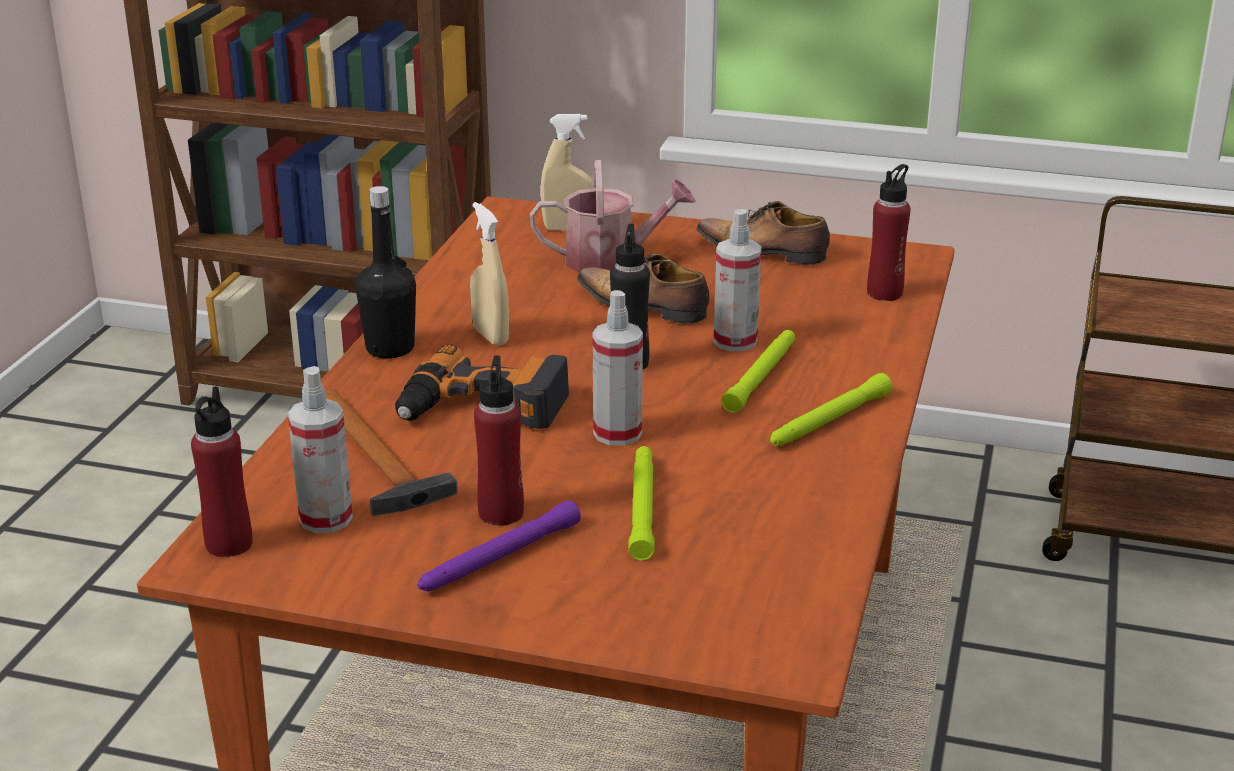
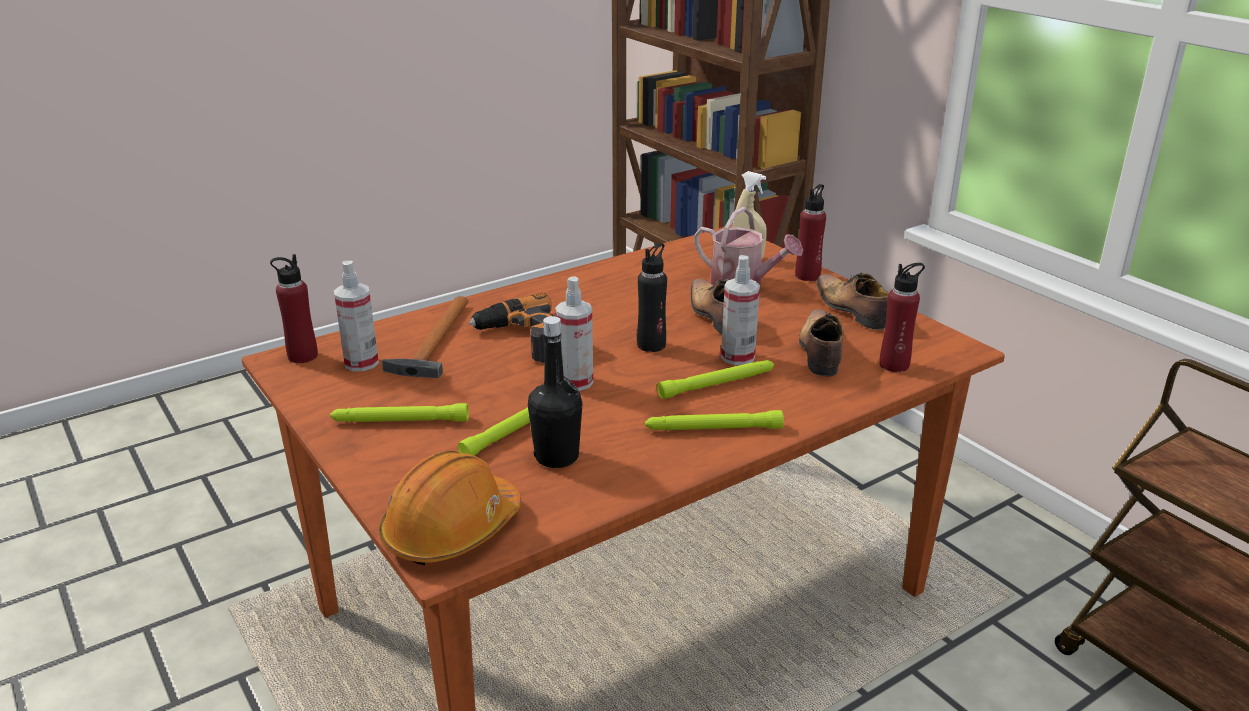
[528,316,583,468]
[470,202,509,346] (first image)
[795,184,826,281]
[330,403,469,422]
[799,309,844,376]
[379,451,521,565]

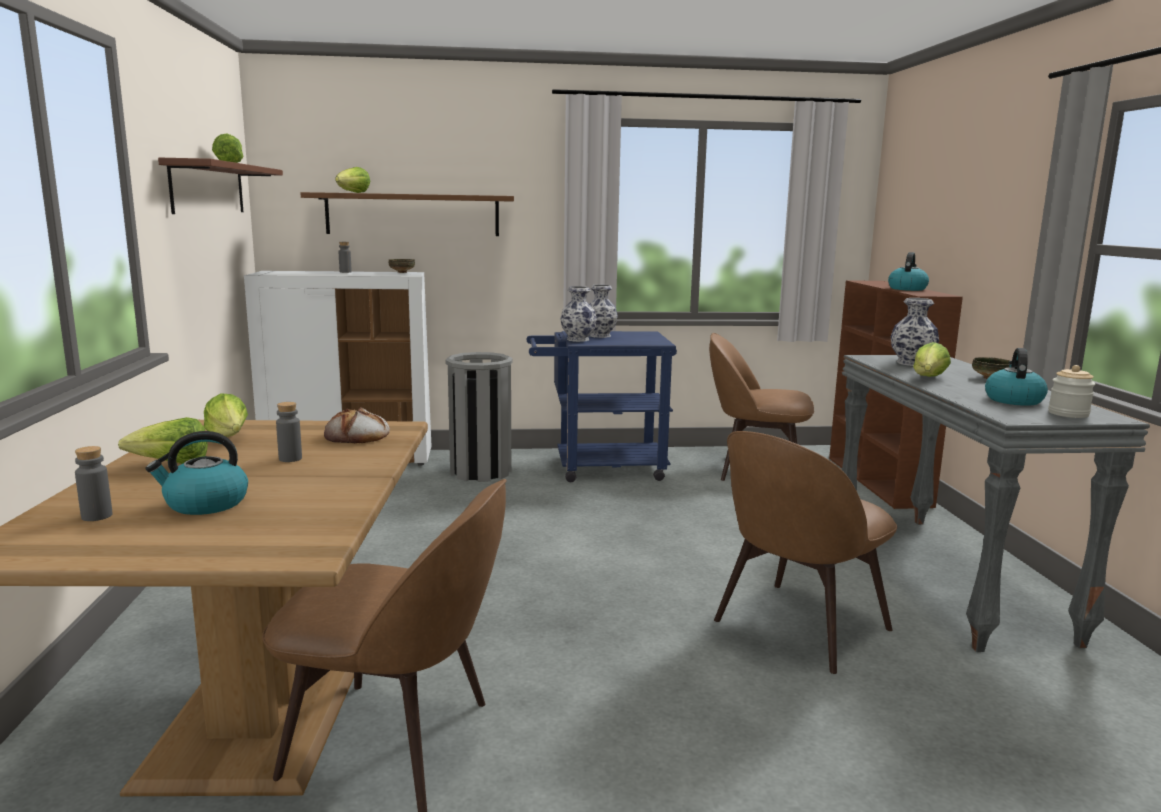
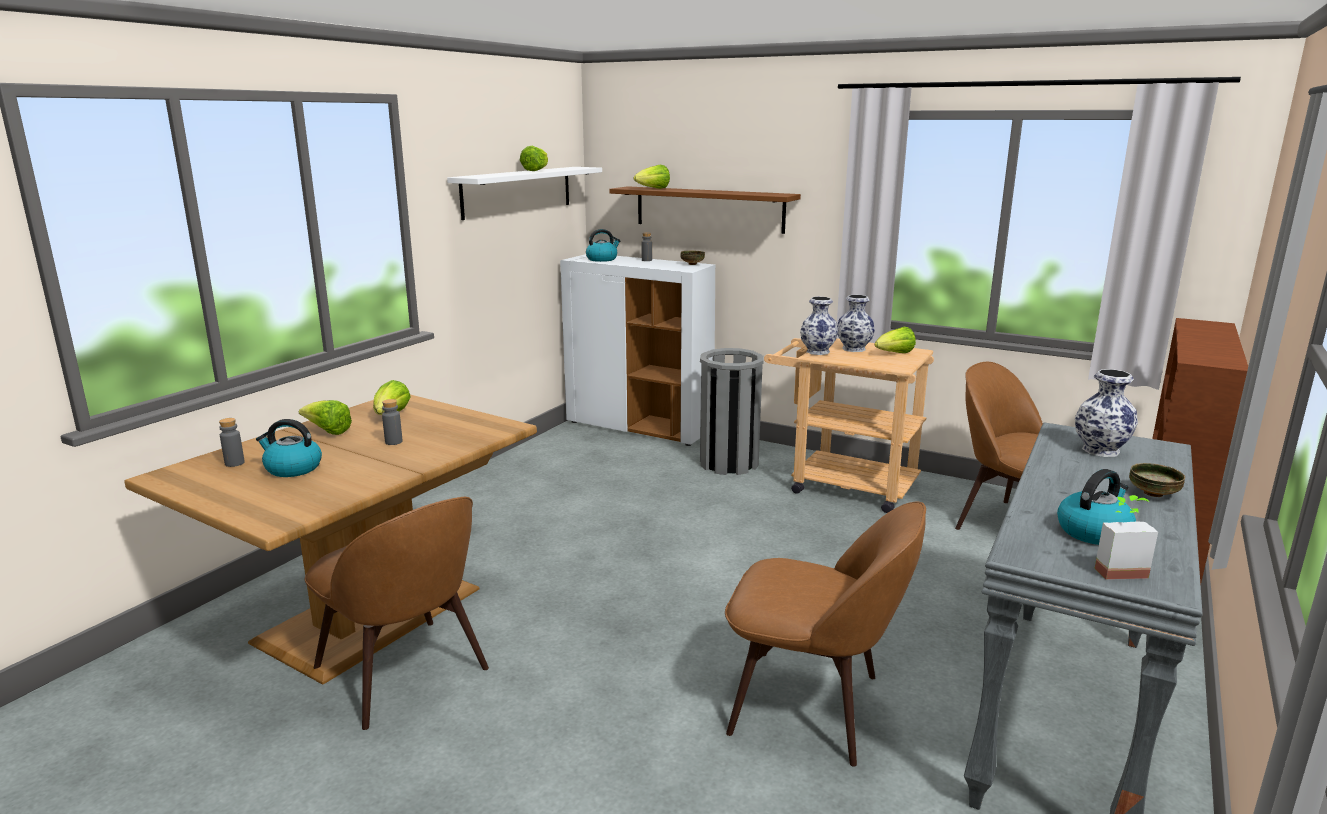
[447,167,602,220]
[586,229,620,262]
[764,338,934,513]
[875,327,916,353]
[1094,495,1158,580]
[324,407,390,443] (first image)
[725,502,926,767]

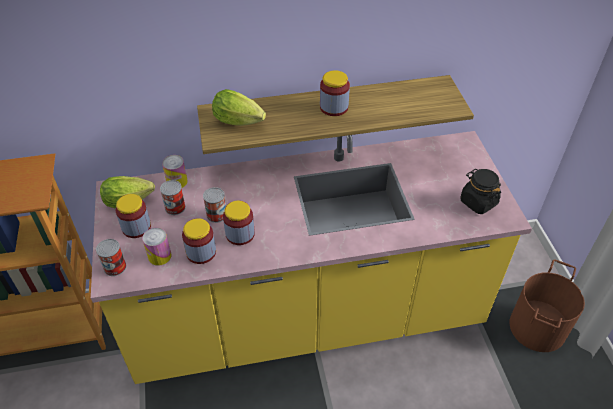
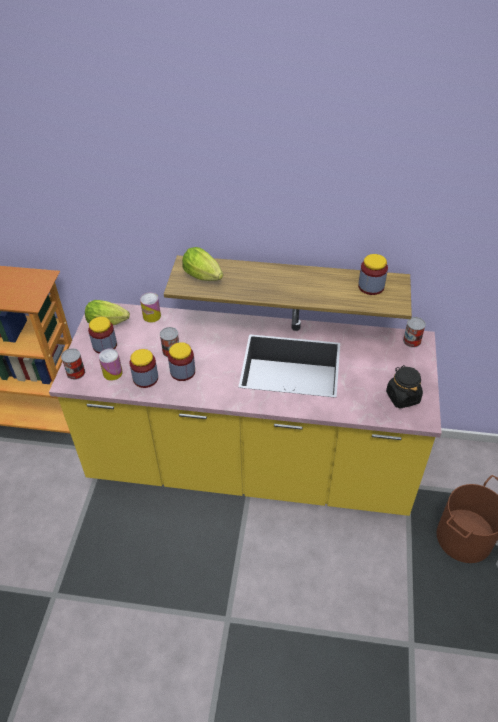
[358,254,388,295]
[403,317,426,348]

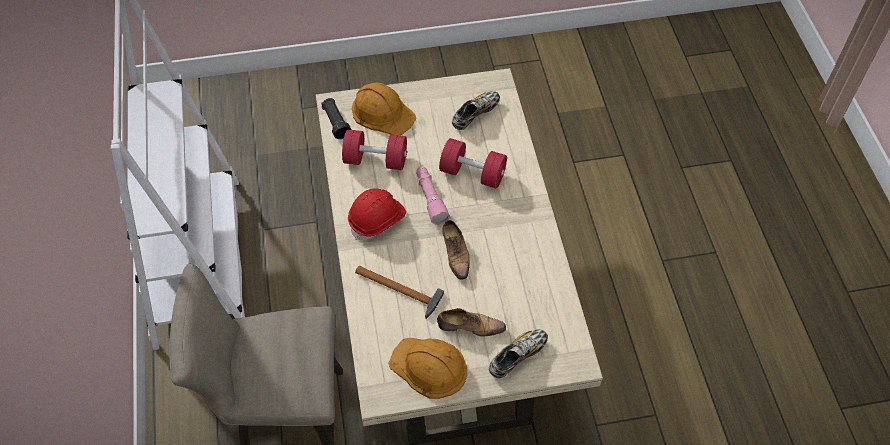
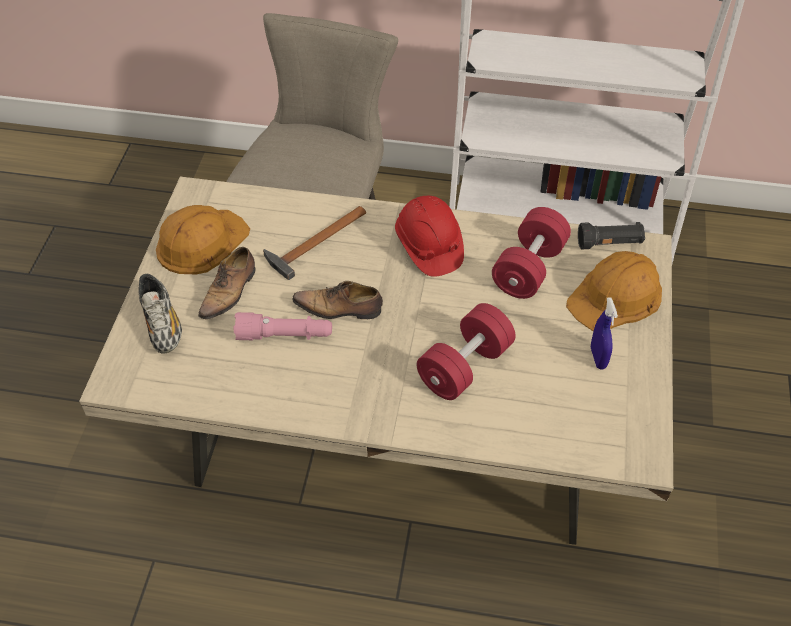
[452,91,500,130] (first image)
[234,312,332,340]
[591,297,618,369]

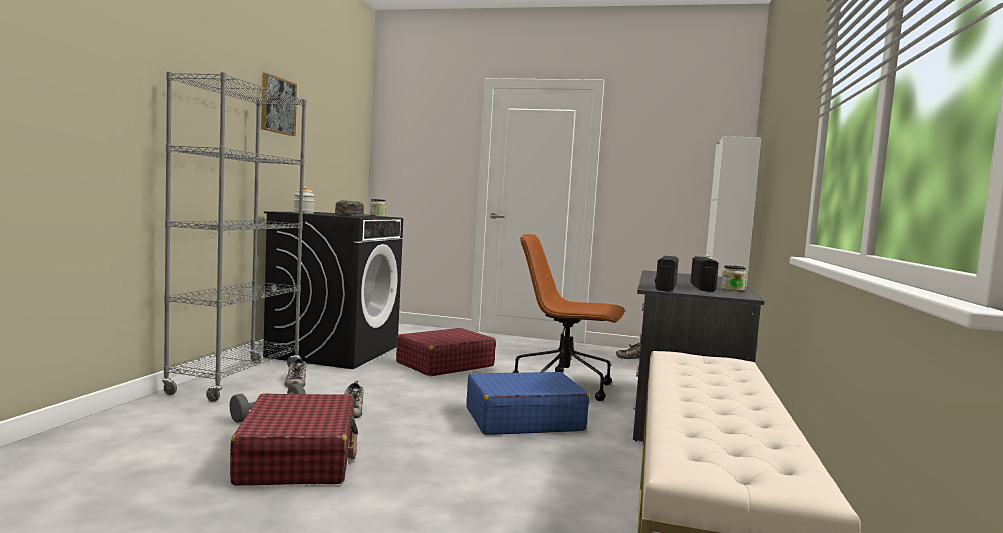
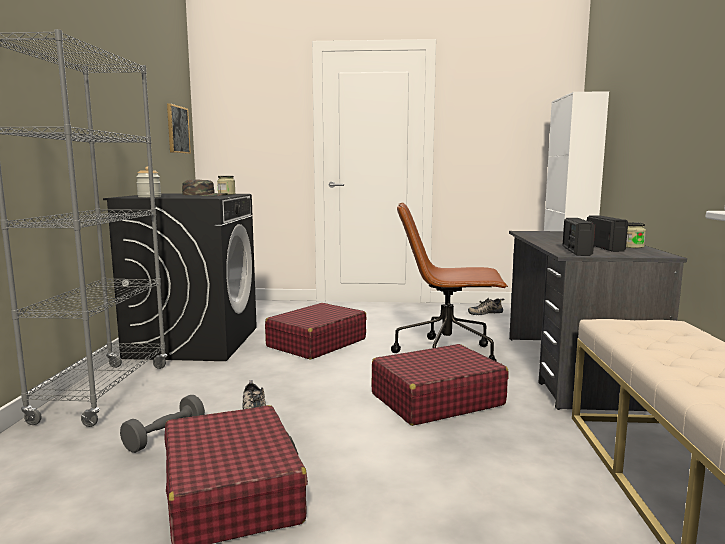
[167,103,191,154]
[284,357,306,388] (first image)
[371,344,508,426]

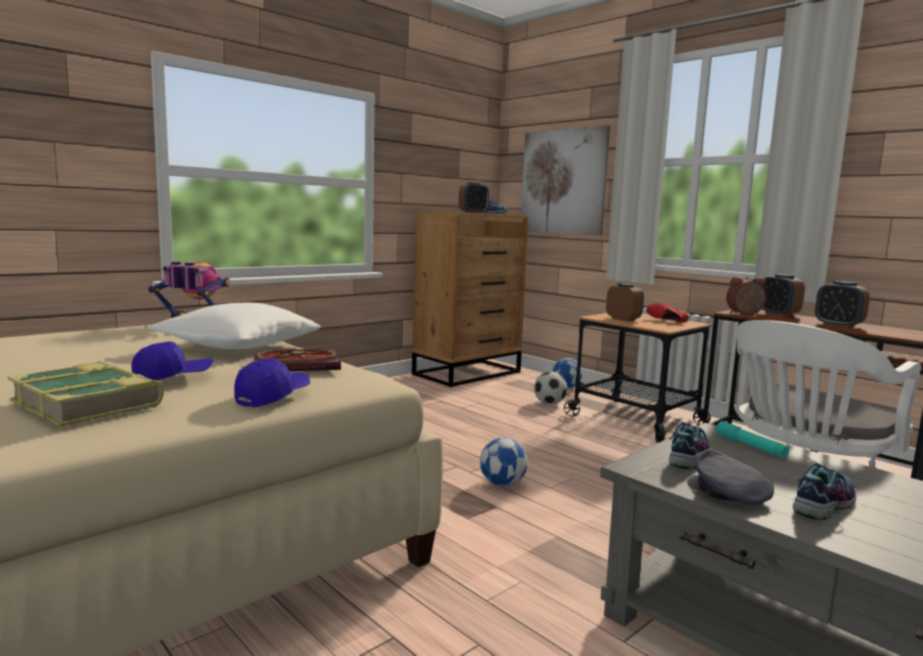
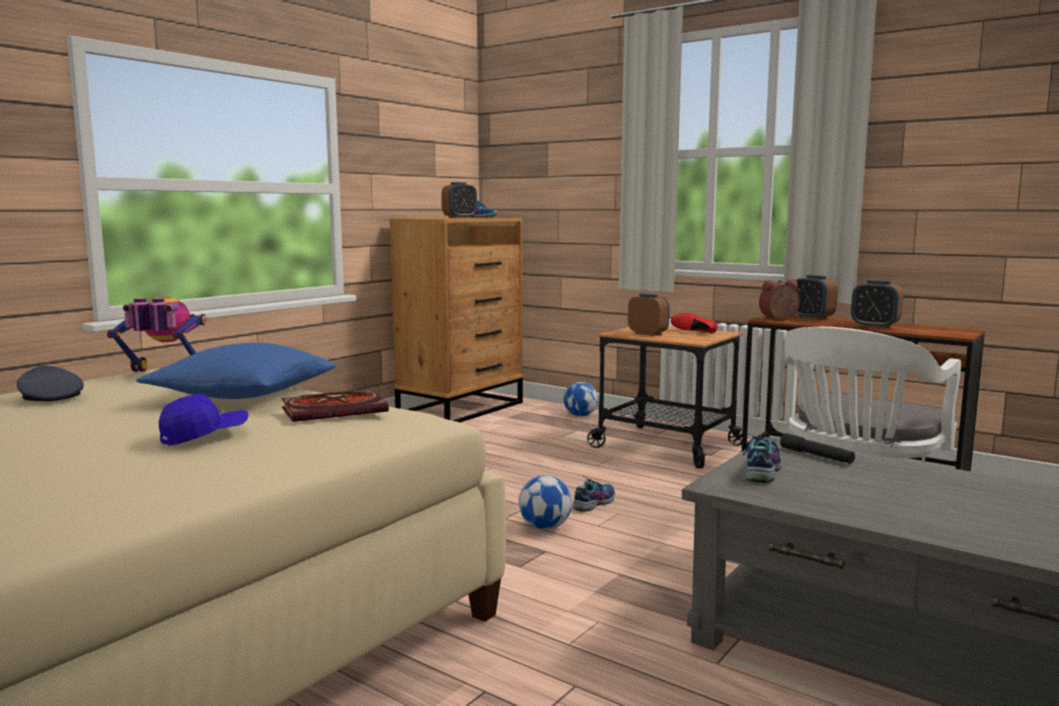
[521,125,610,236] (first image)
[136,342,336,399]
[234,358,310,408] (first image)
[8,361,164,427] (first image)
[534,372,567,405] (first image)
[780,433,855,464]
[17,365,84,401]
[573,475,615,512]

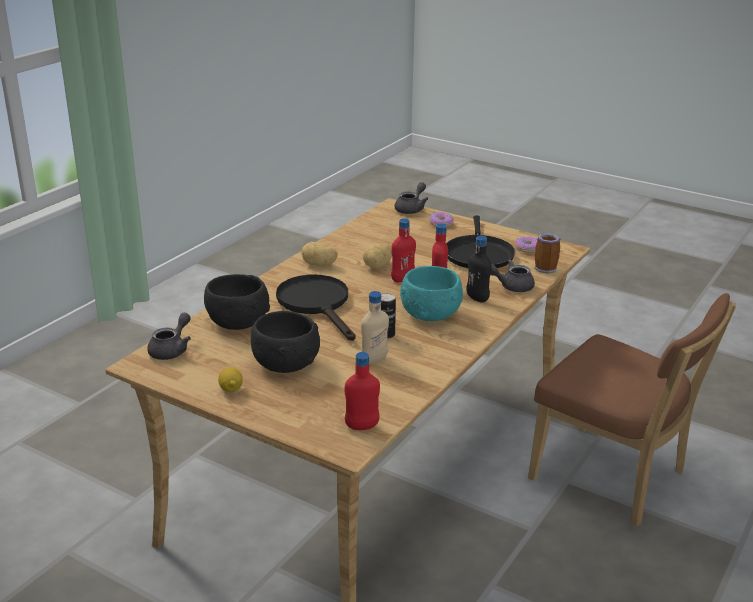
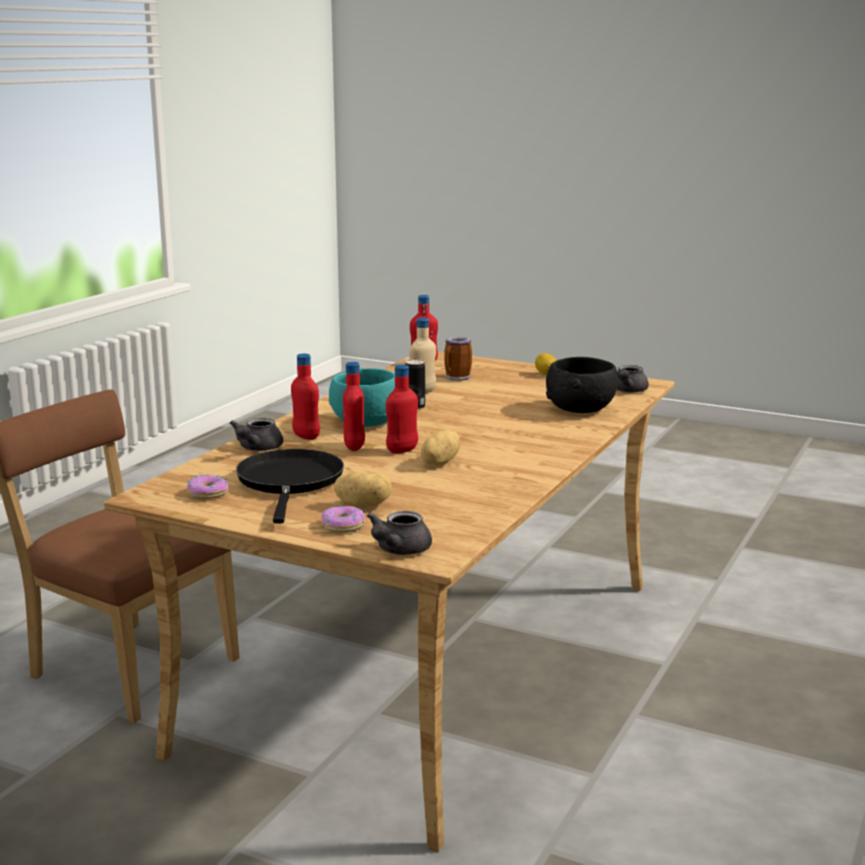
[444,336,472,381]
[291,354,320,440]
[334,471,392,508]
[230,418,283,451]
[276,274,356,341] (first image)
[251,311,320,373] (first image)

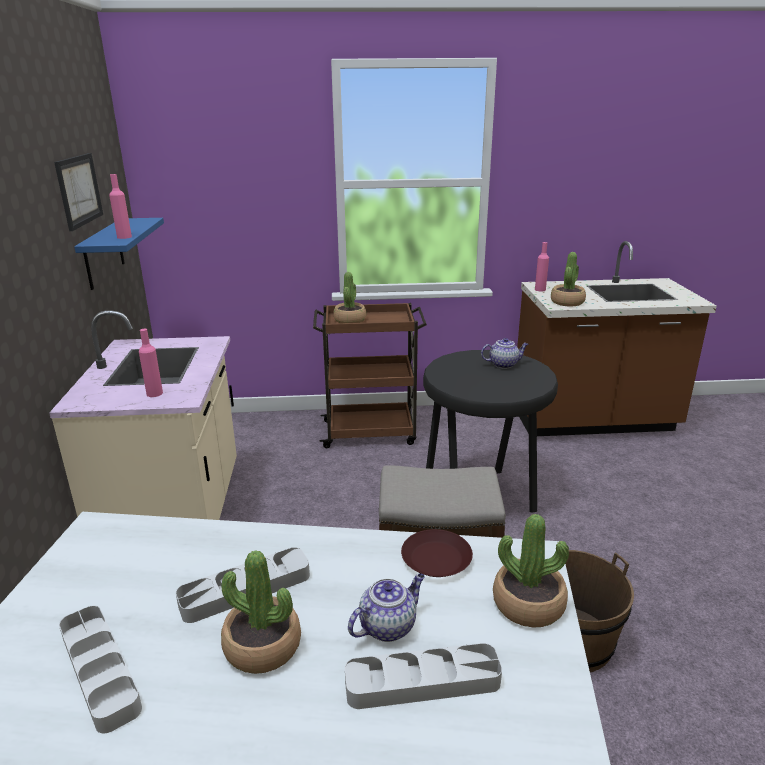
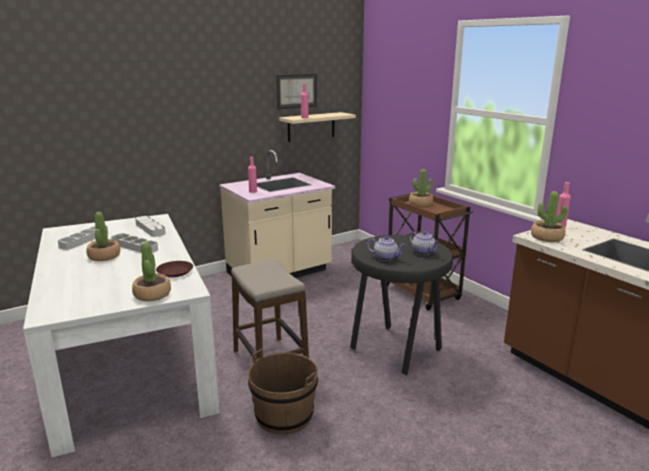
[279,112,356,142]
[367,236,406,261]
[135,216,166,237]

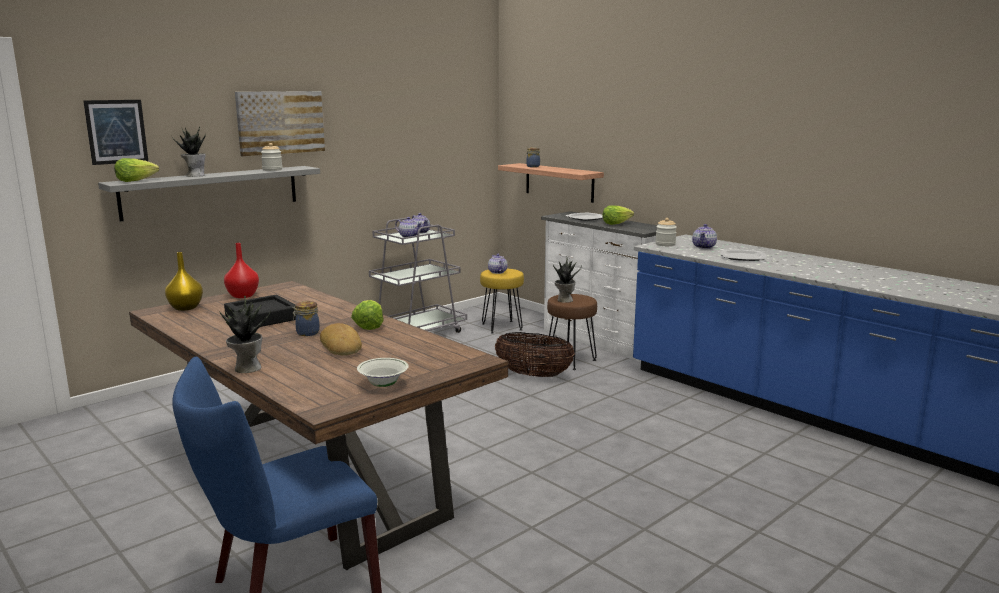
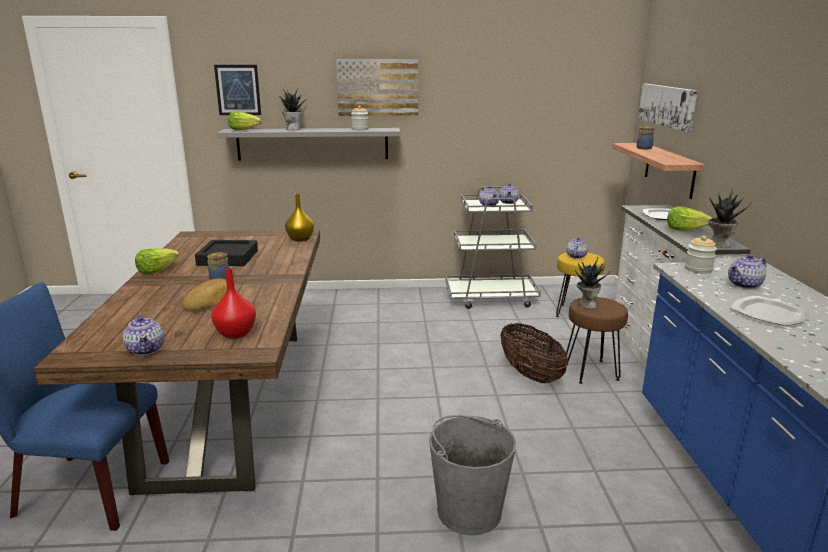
[211,268,256,339]
[285,194,314,242]
[709,189,752,248]
[135,248,179,274]
[123,314,164,356]
[638,84,697,132]
[429,415,516,535]

